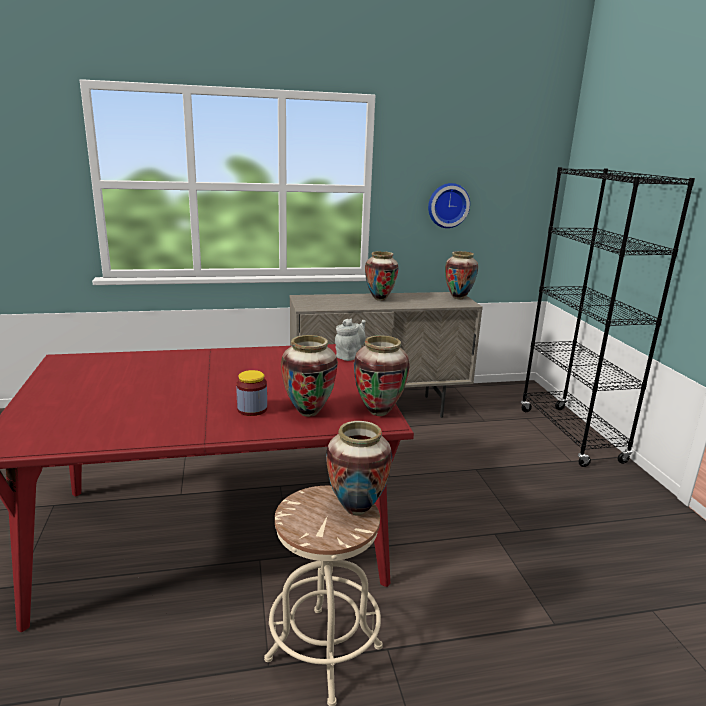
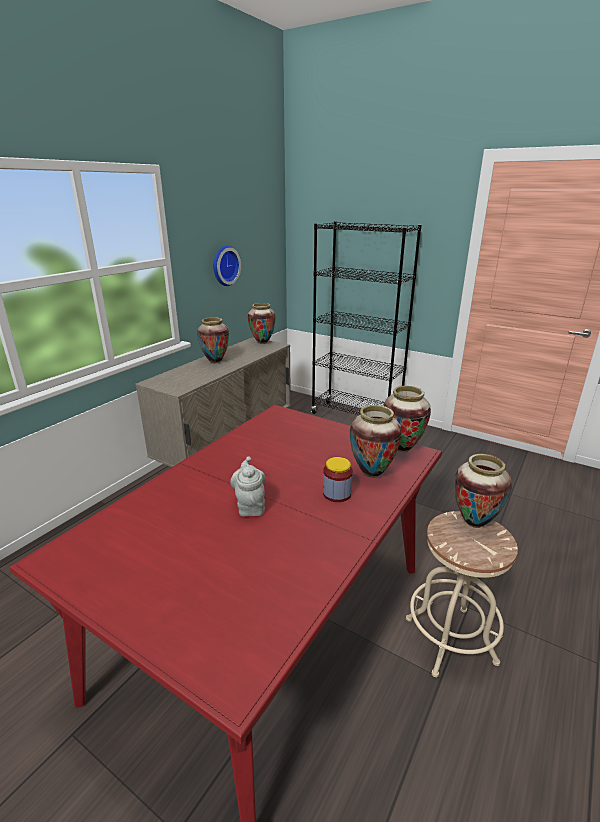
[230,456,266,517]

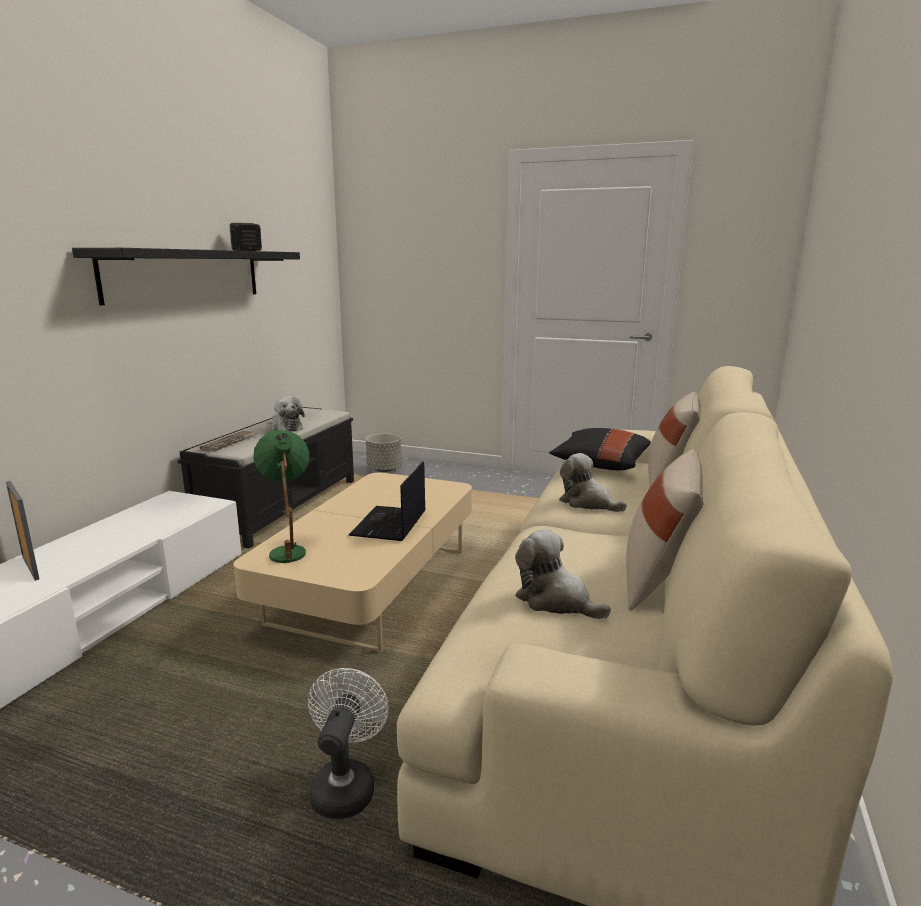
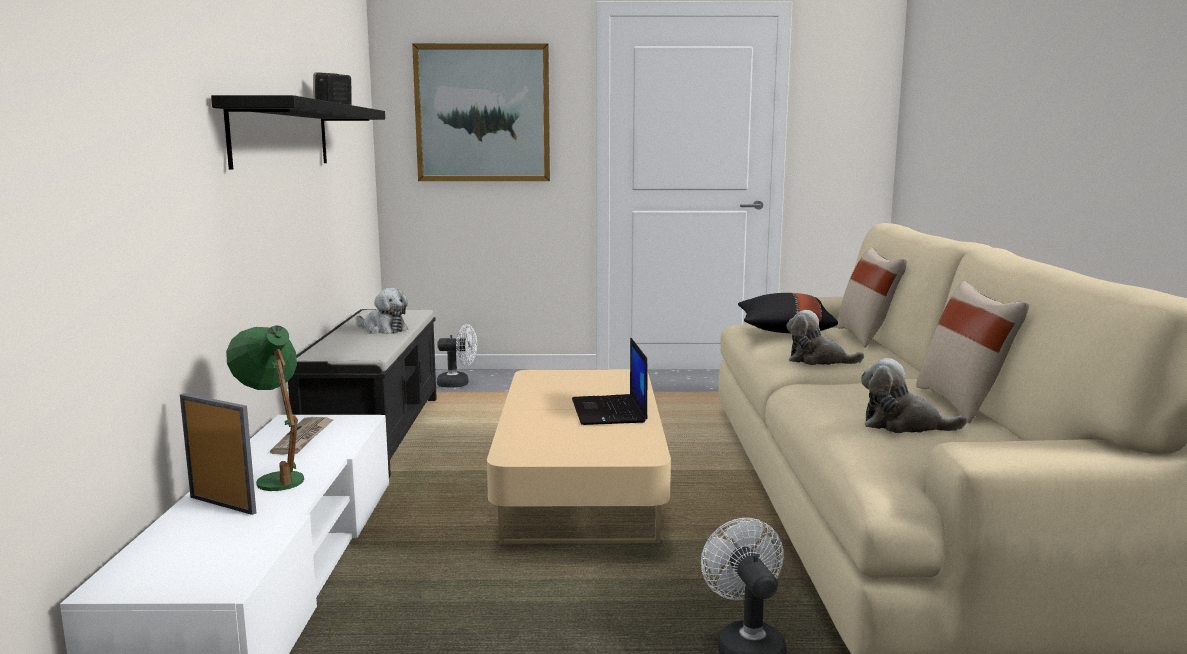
[226,326,304,491]
[270,417,333,454]
[437,324,477,388]
[412,43,550,181]

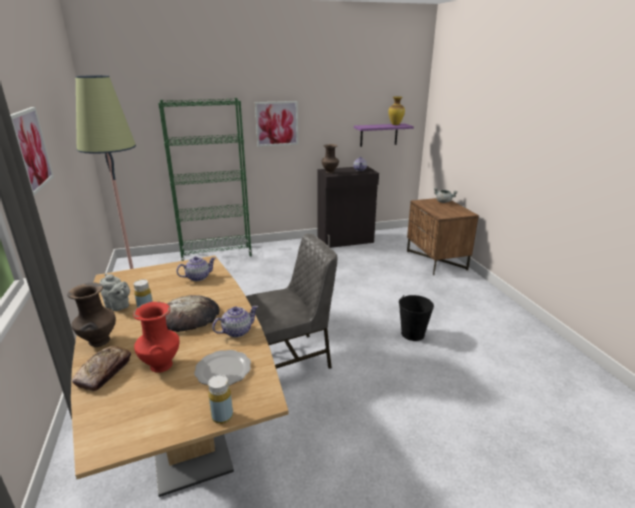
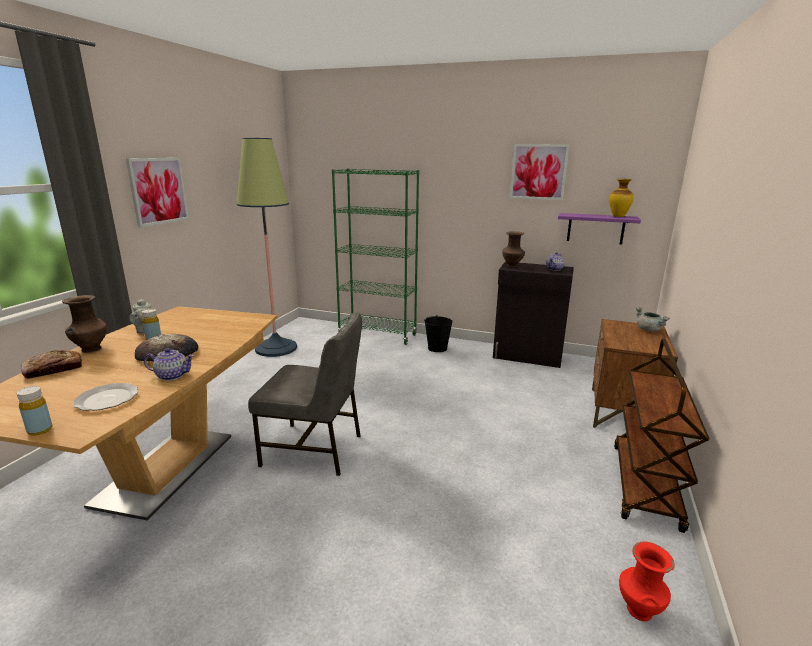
[510,144,569,200]
[176,256,216,281] (first image)
[424,315,453,352]
[619,541,675,621]
[614,338,709,533]

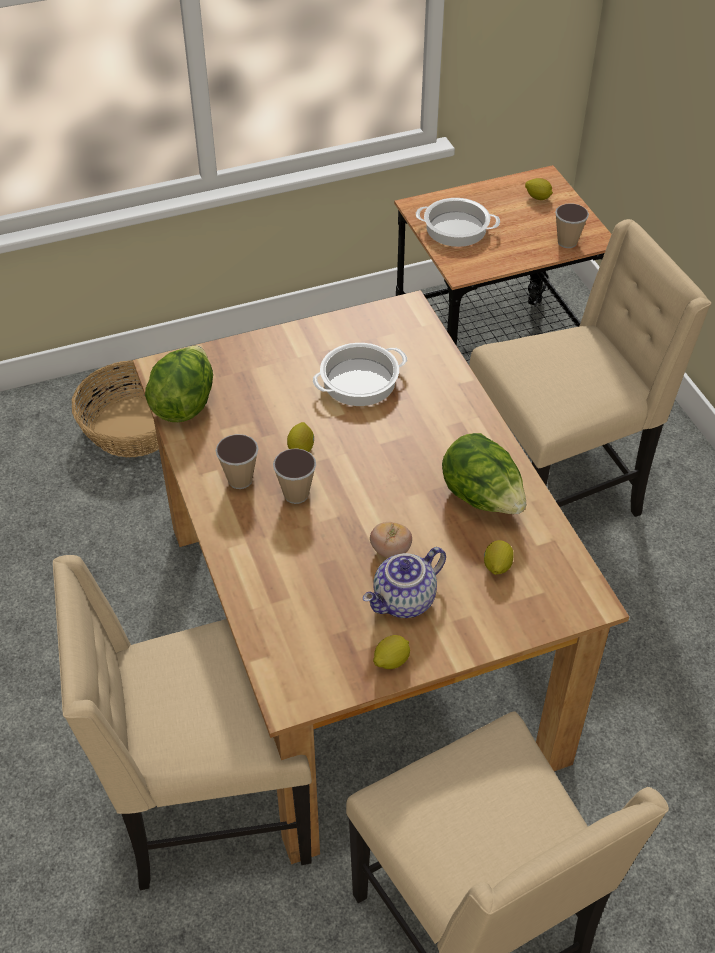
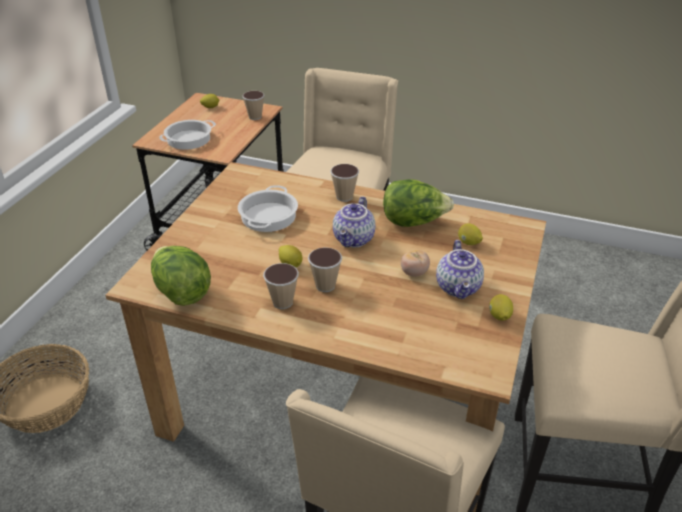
[330,164,359,202]
[333,196,375,247]

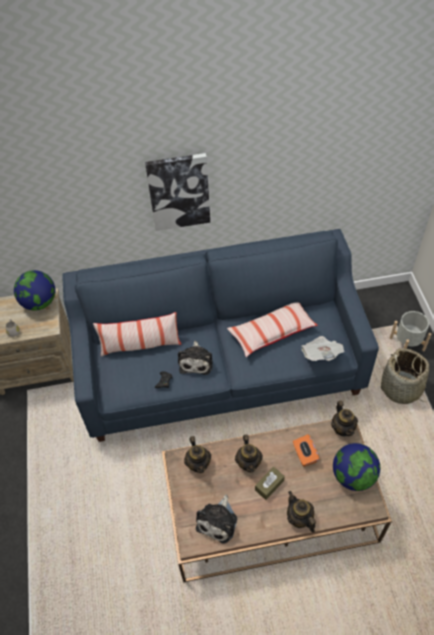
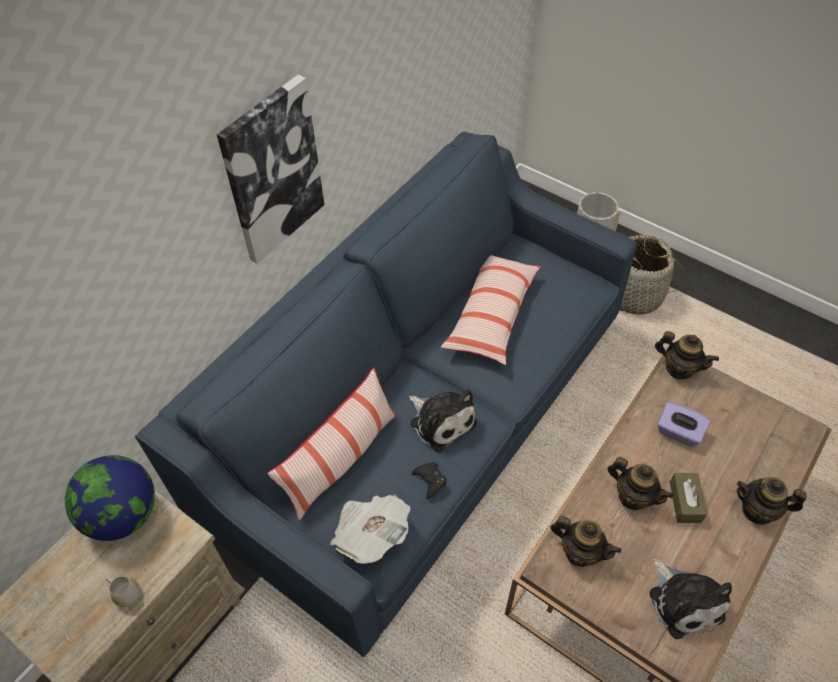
[330,494,410,564]
[658,402,710,447]
[333,443,380,491] (first image)

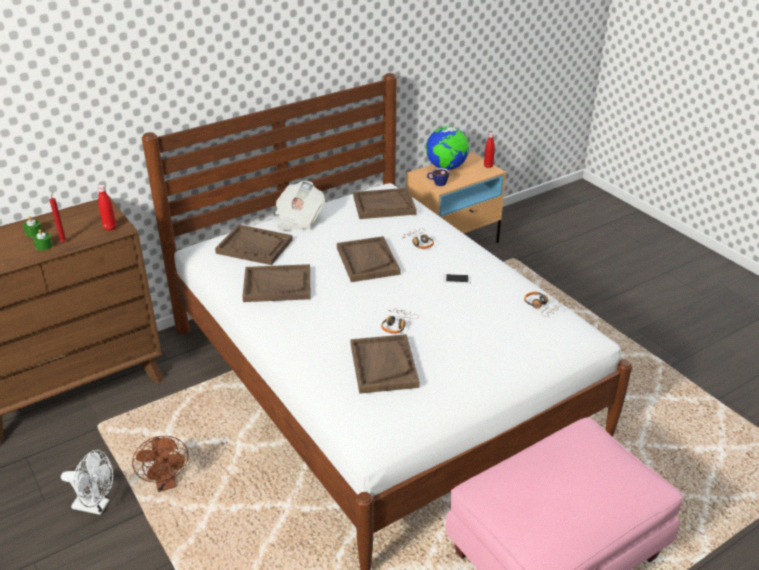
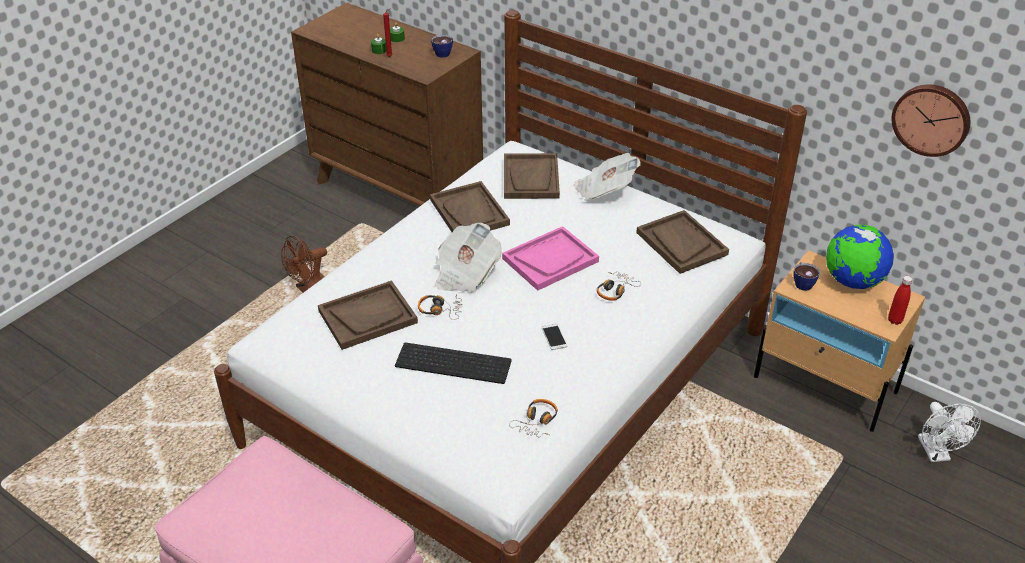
[97,185,116,231] (first image)
[502,226,599,291]
[918,402,981,462]
[431,34,453,58]
[892,85,970,157]
[435,223,502,292]
[395,342,512,384]

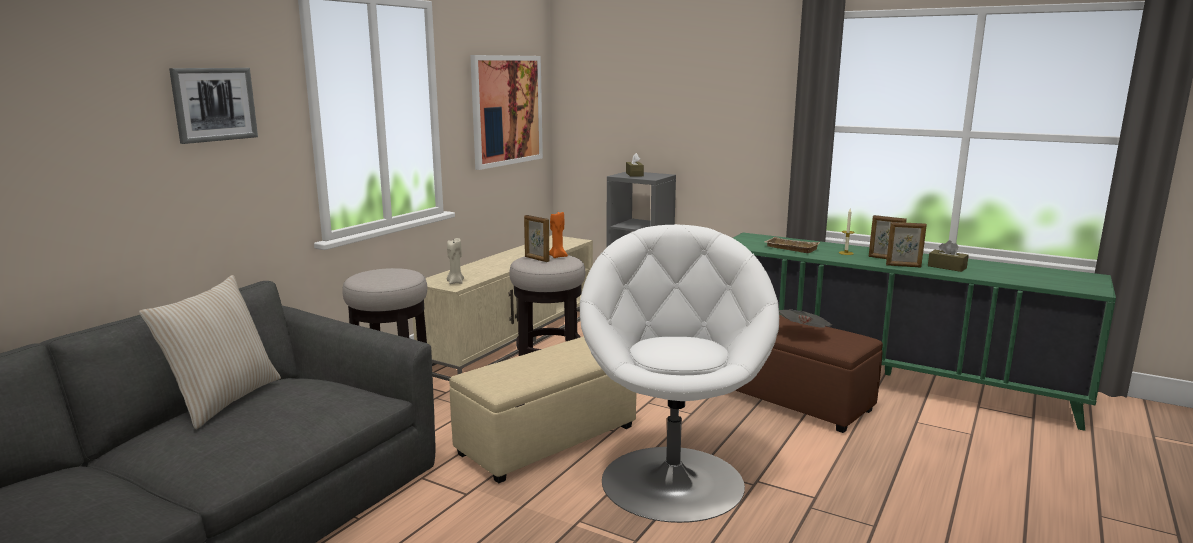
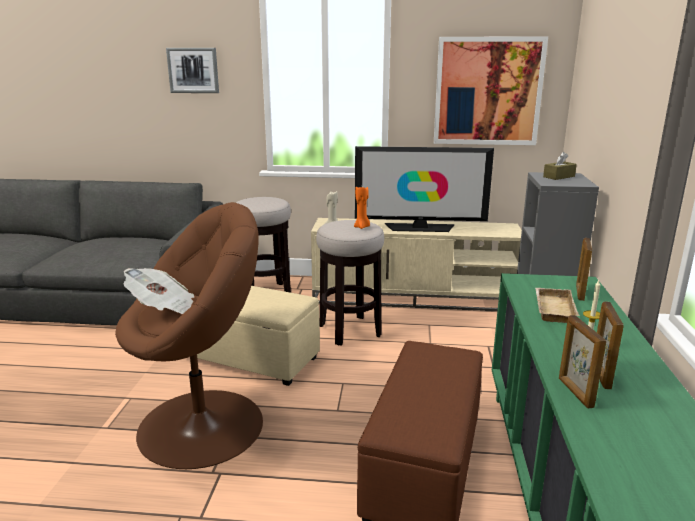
[576,238,592,301]
[115,202,263,469]
[928,240,969,272] (first image)
[139,275,281,429] (first image)
[124,268,194,314]
[355,146,494,232]

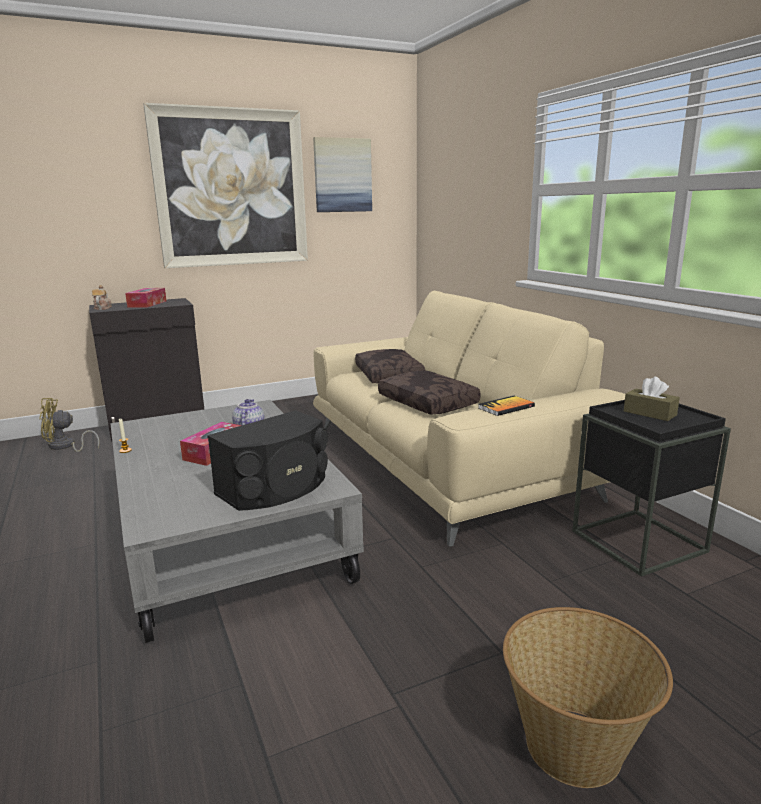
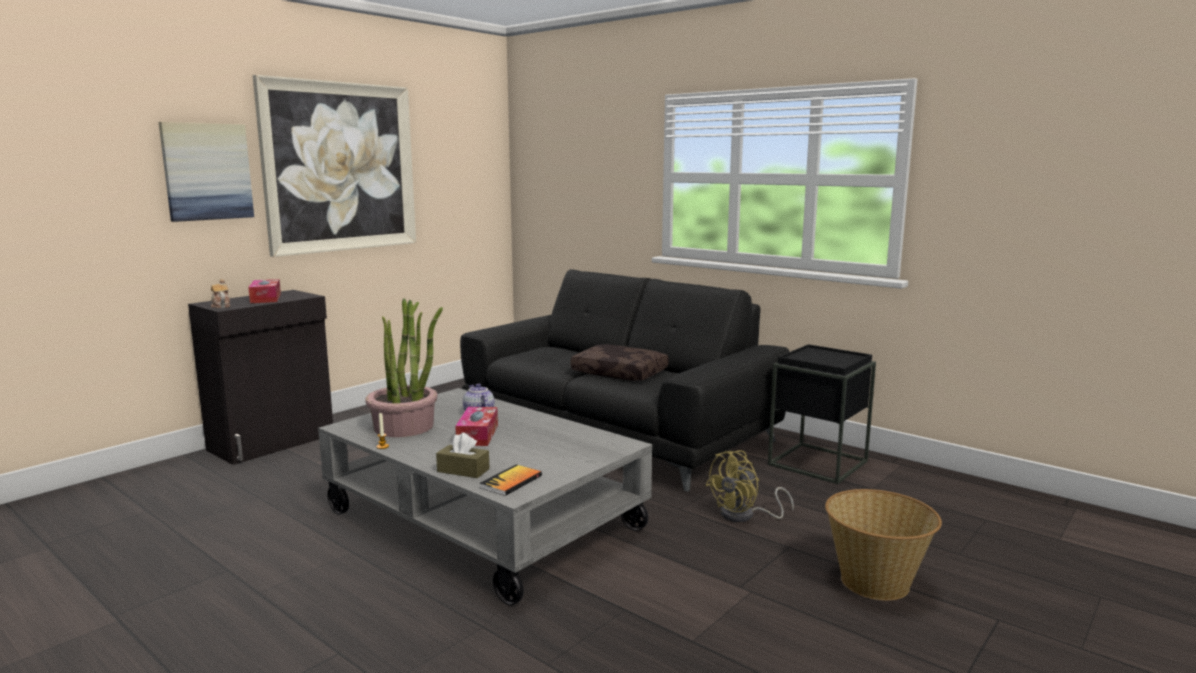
[159,122,254,222]
[460,269,789,492]
[355,349,426,383] (first image)
[436,432,489,478]
[479,465,542,496]
[705,450,794,522]
[207,410,328,511] (first image)
[365,299,443,437]

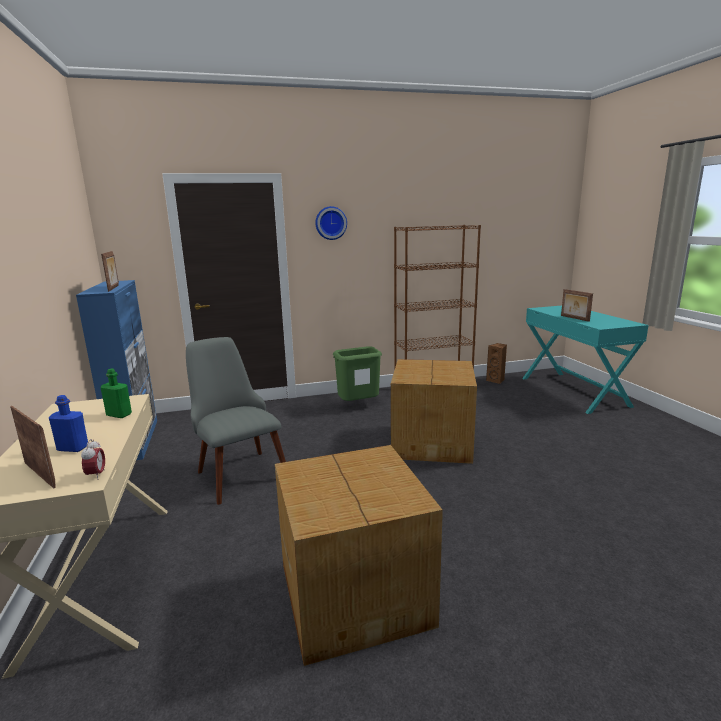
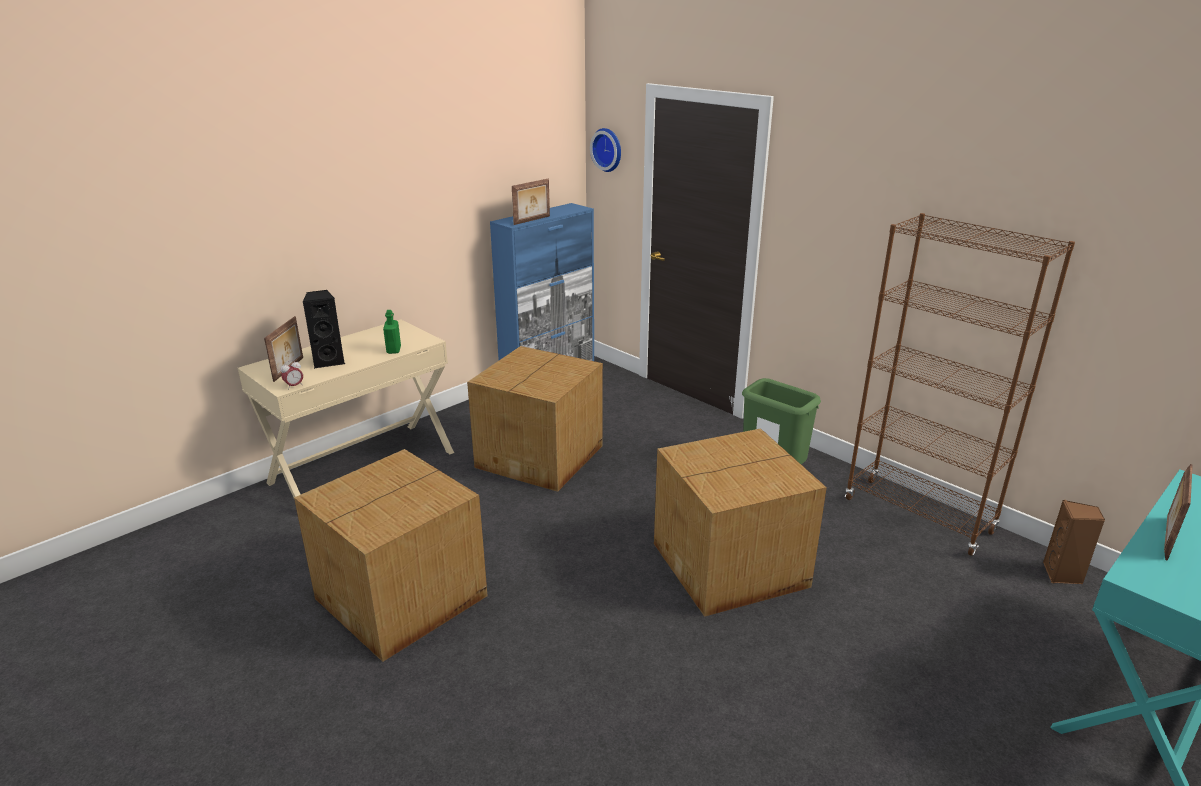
[590,128,621,172]
[467,346,603,492]
[302,290,345,368]

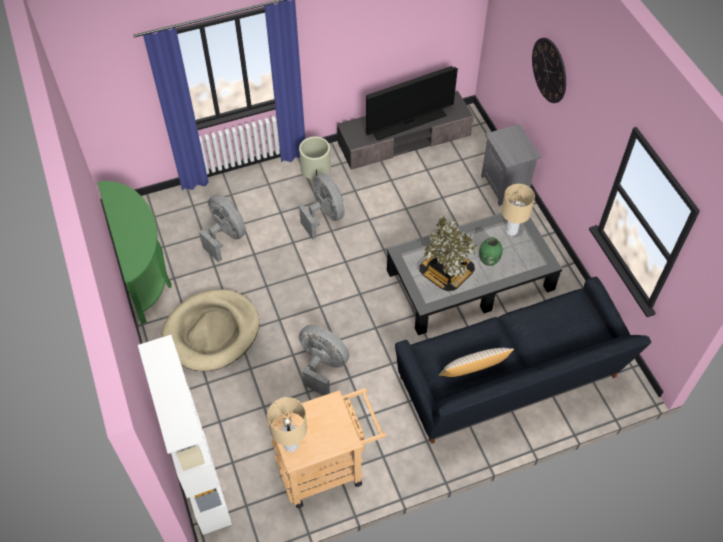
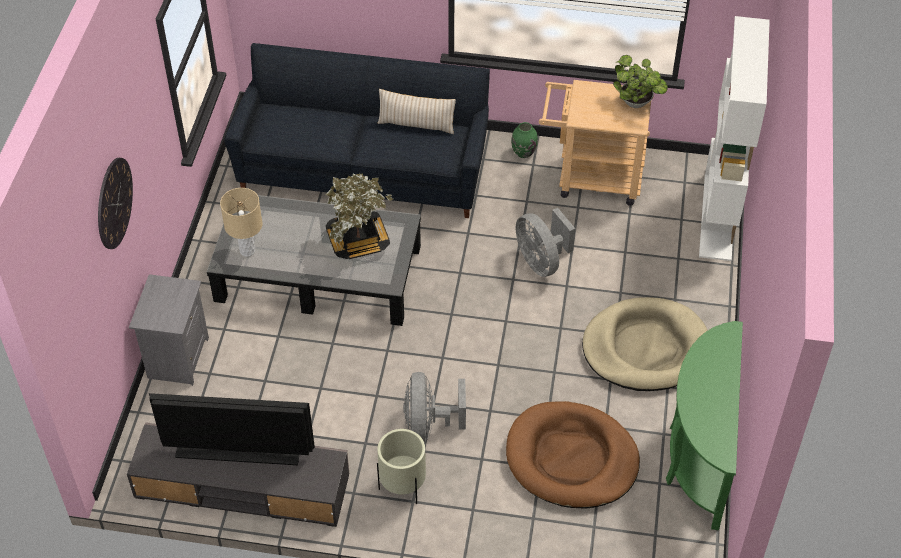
[506,401,640,509]
[511,122,538,158]
[613,55,668,108]

